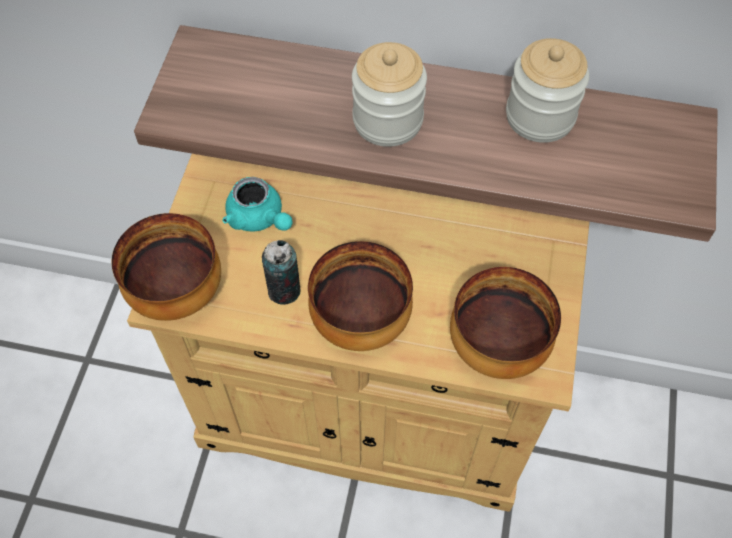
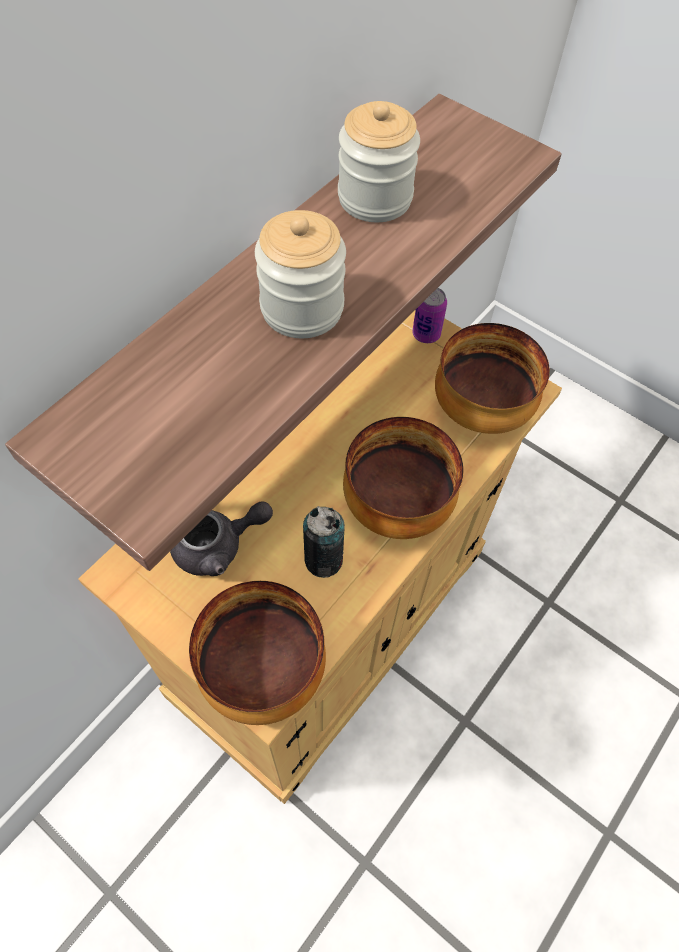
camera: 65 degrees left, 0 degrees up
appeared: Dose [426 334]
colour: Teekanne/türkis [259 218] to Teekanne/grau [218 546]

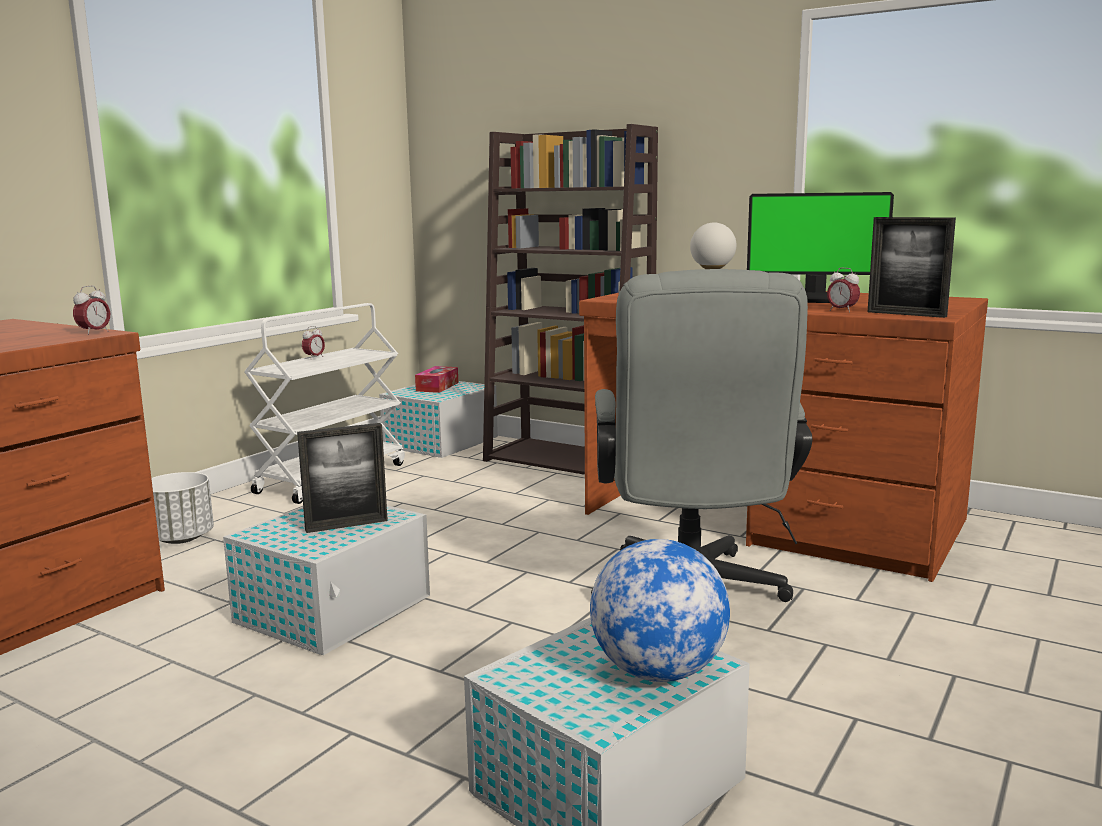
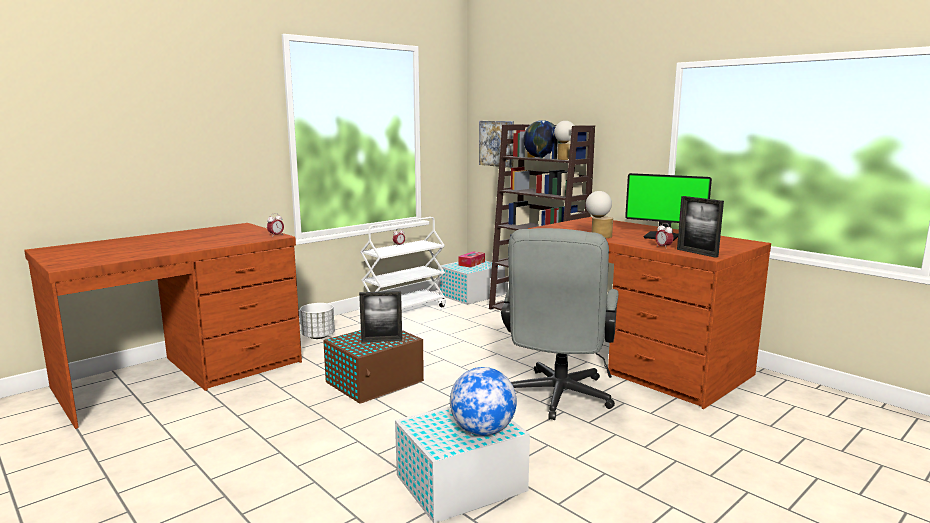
camera: 15 degrees right, 0 degrees up
appeared: Bild [497 143]; Globus [541 157]; Tischlampe [564 159]
colour: Aufbewahrungsbox/weiß [336 609] to Aufbewahrungsbox/braun [376 381]

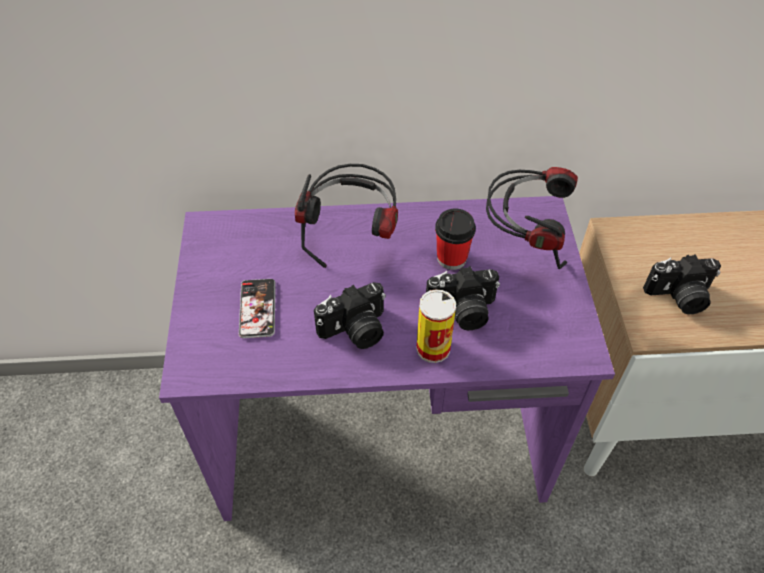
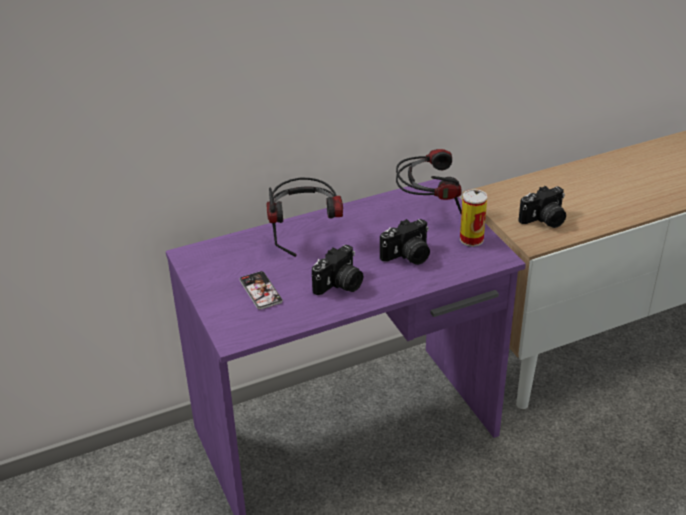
camera: 20 degrees left, 15 degrees down
missing: Tasse [451 258]
relocated: Dose [433 348] to [471 239]

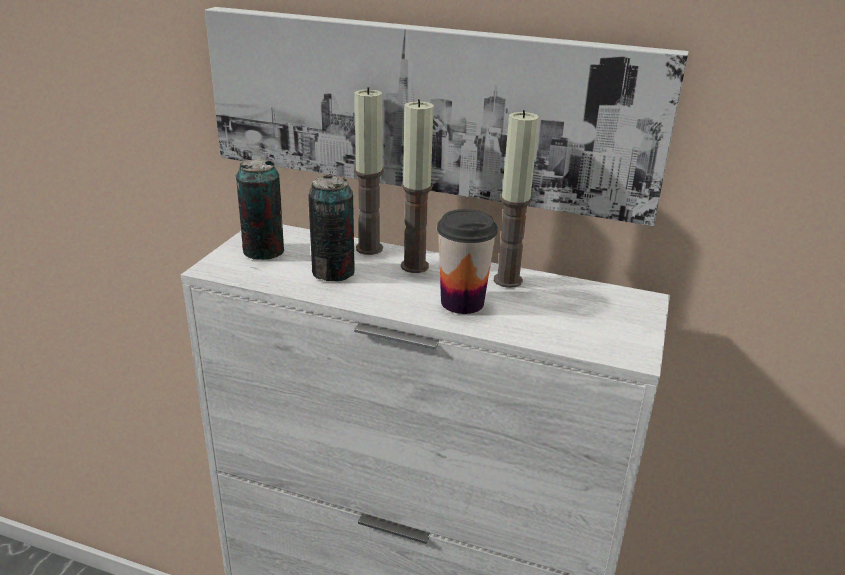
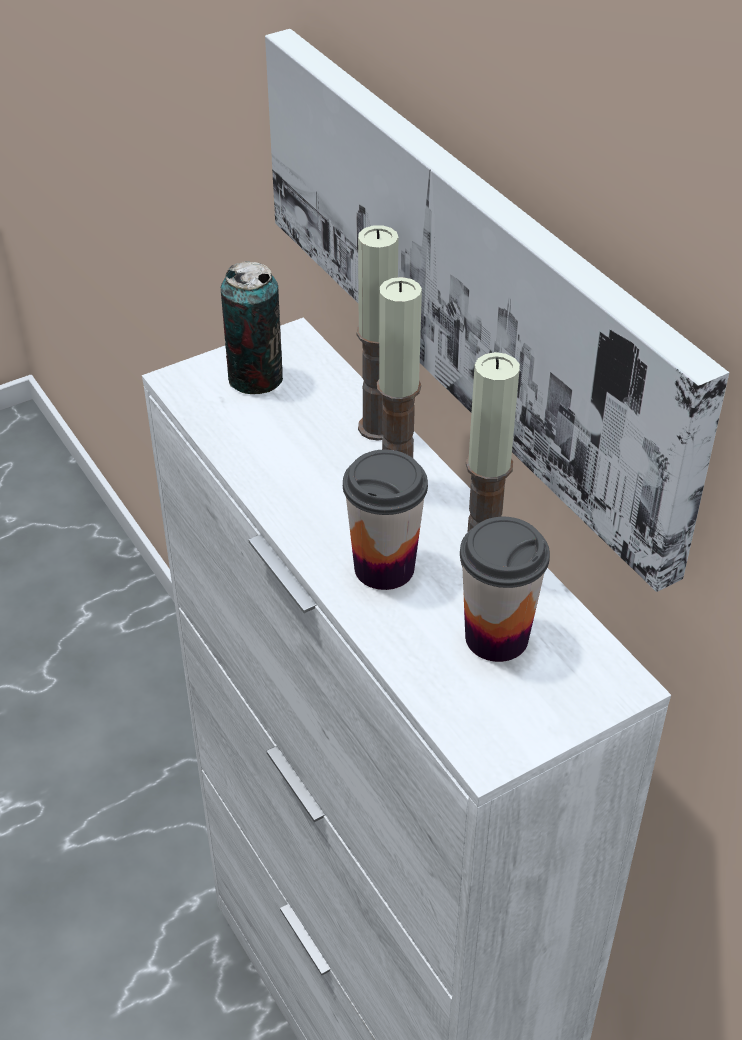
camera: 40 degrees right, 15 degrees up
missing: Dose [333 272]
appeared: Tasse [496 637]

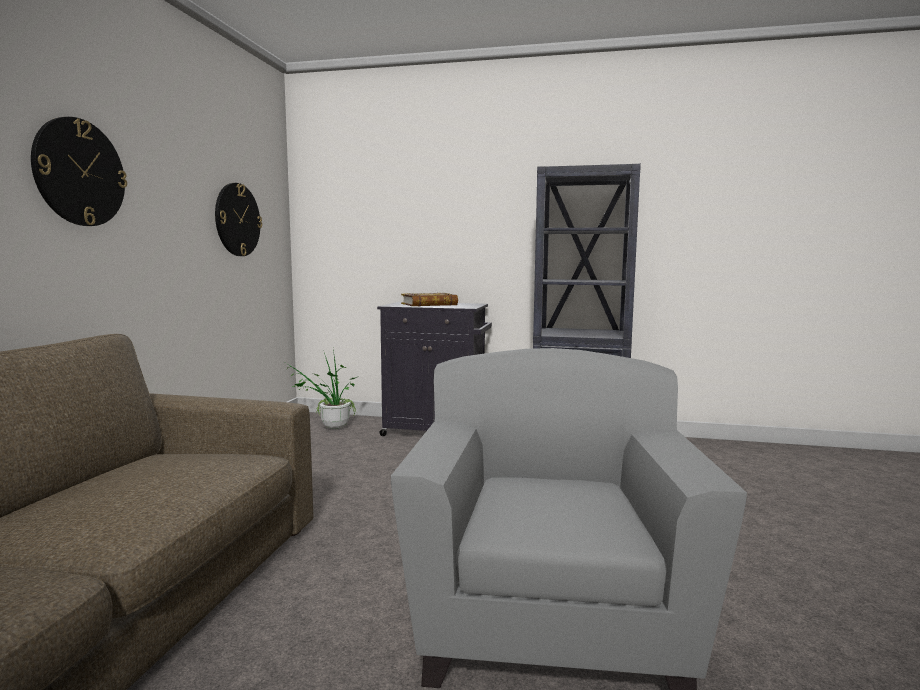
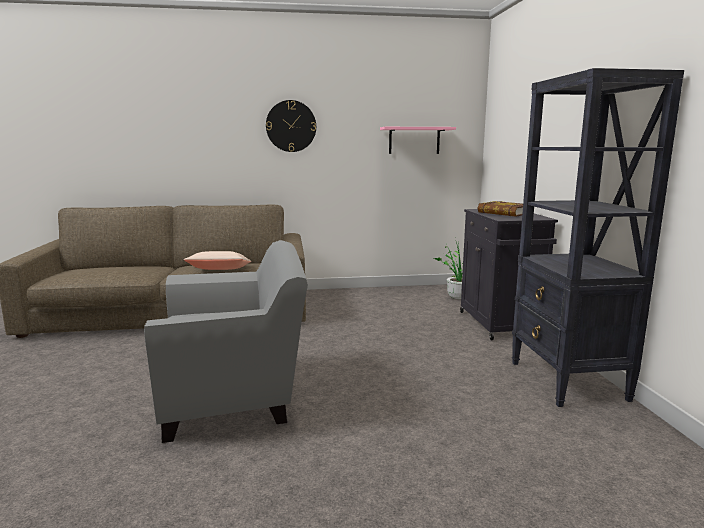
camera: 70 degrees right, 5 degrees up
appeared: Kissen/beige [220 271]
exchanged: Wanduhr [237 220] to Wandregal/rosa [414 140]

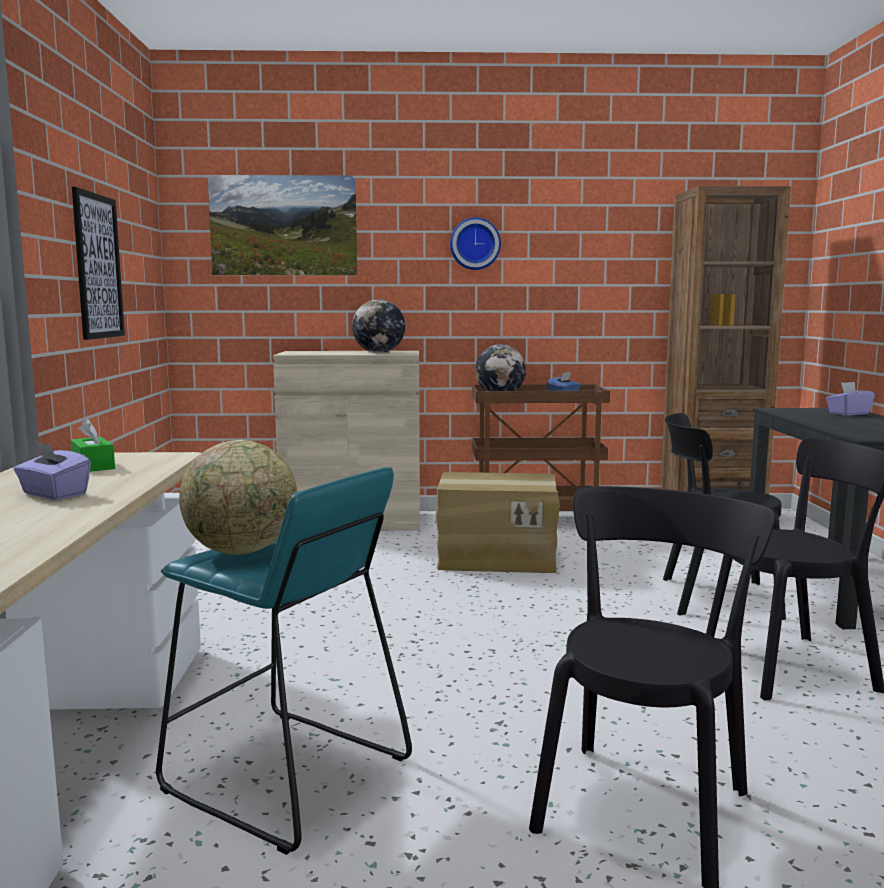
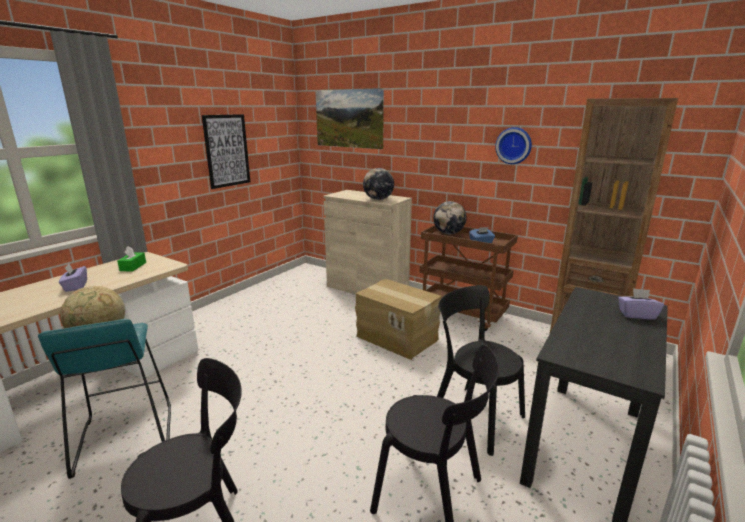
camera: 35 degrees right, 10 degrees up
relocated: Wanduhr [475 244] to [514 145]

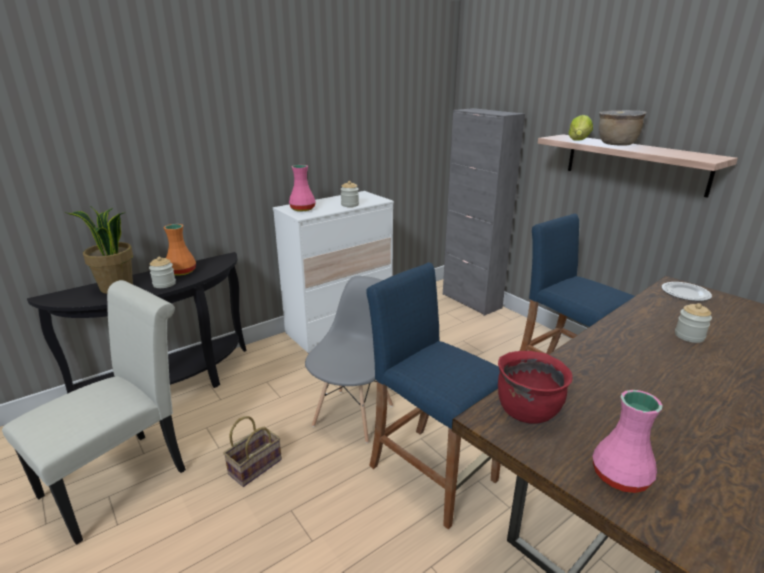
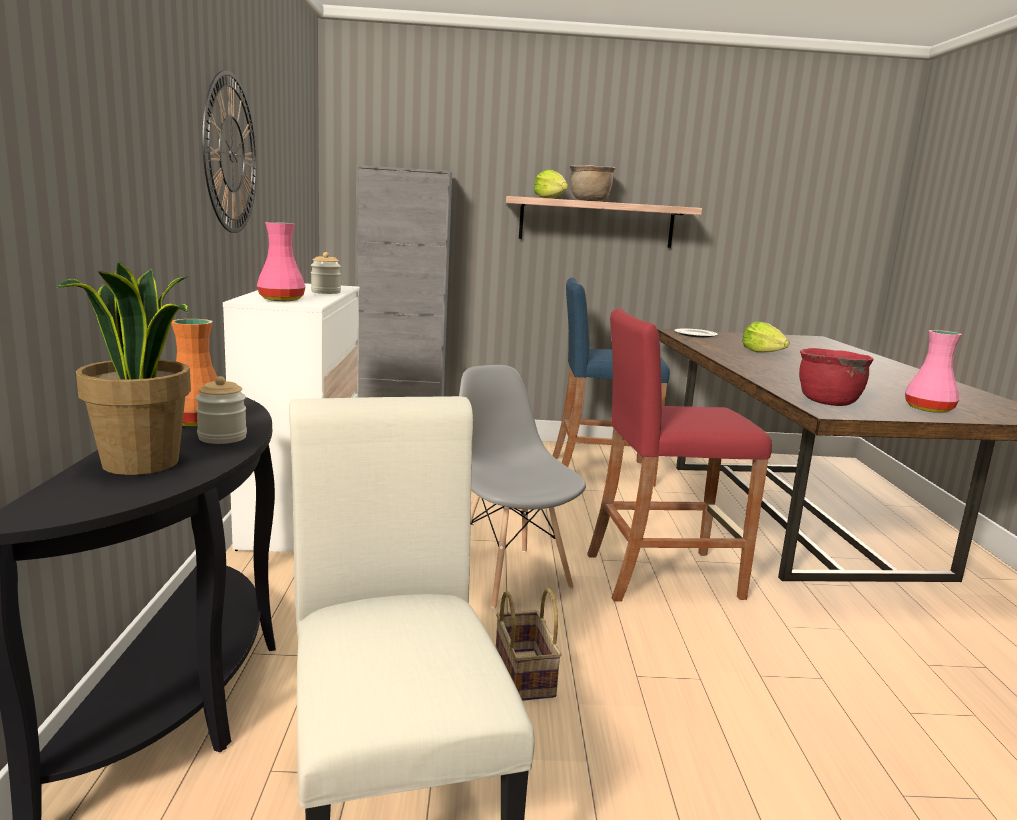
camera: 55 degrees left, 10 degrees down
appeared: Wanduhr [231 154]
exchanged: Vorratsglas [689 336] to Salatkopf [762 352]
colour: Hocker/blau [433 473] to Hocker/rot [663 575]

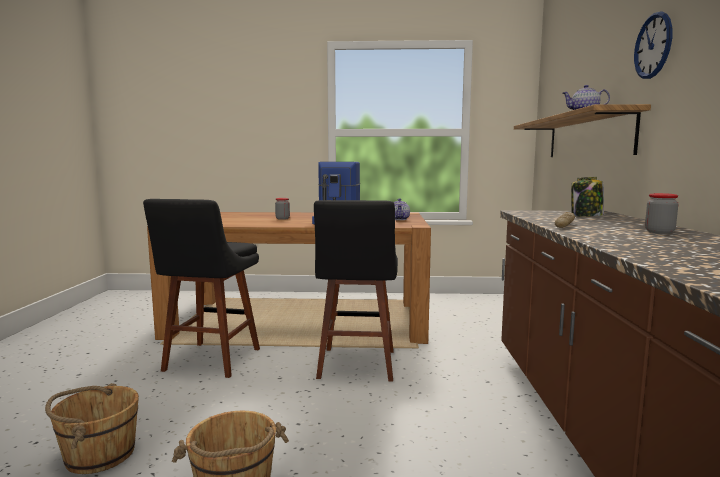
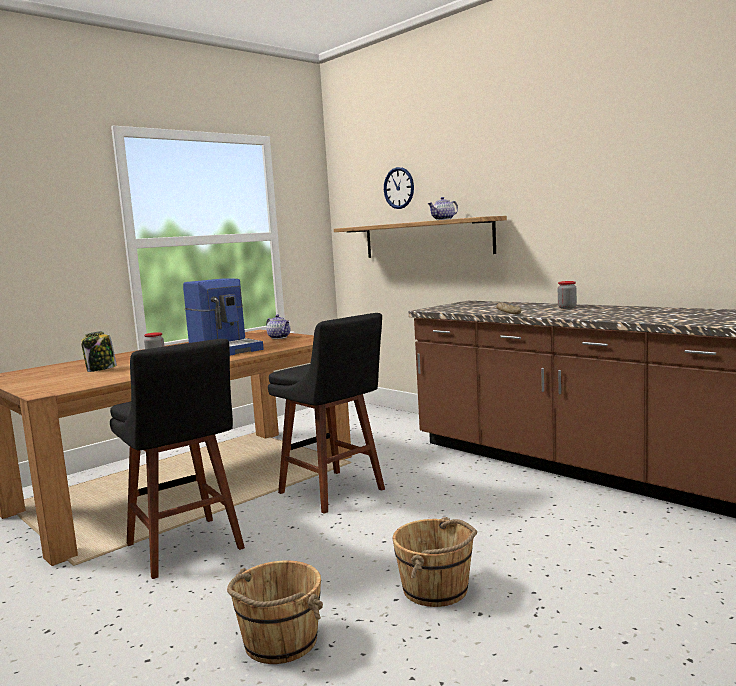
camera: 45 degrees left, 0 degrees up
relocated: Vorratsglas [586 216] to [101 369]; Wanduhr [653 46] to [399 188]

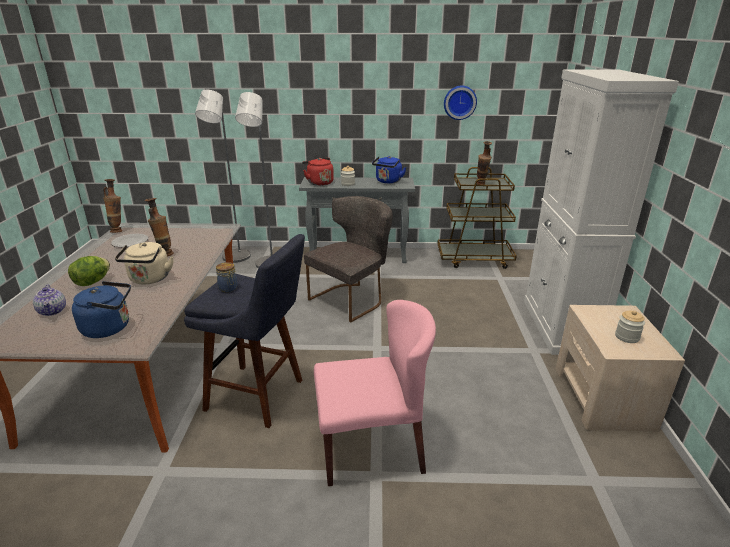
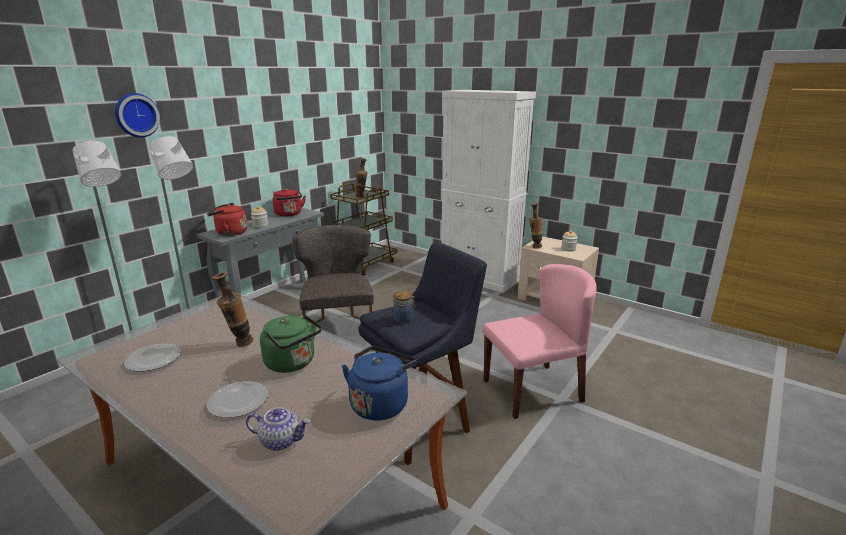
camera: 55 degrees left, 5 degrees down
relocated: Wanduhr [459 102] to [136 115]; Vase [118 231] to [534 246]
exchanged: Salatkopf [92 282] to Teller [237 402]
colour: Wasserkessel/beige [149 279] to Wasserkessel/grün [292 363]; Wasserkessel/blau [388 181] to Wasserkessel/rot [289 214]
spun: Stuhl/rosa [371 447] = [533 390] 45 degrees clockwise

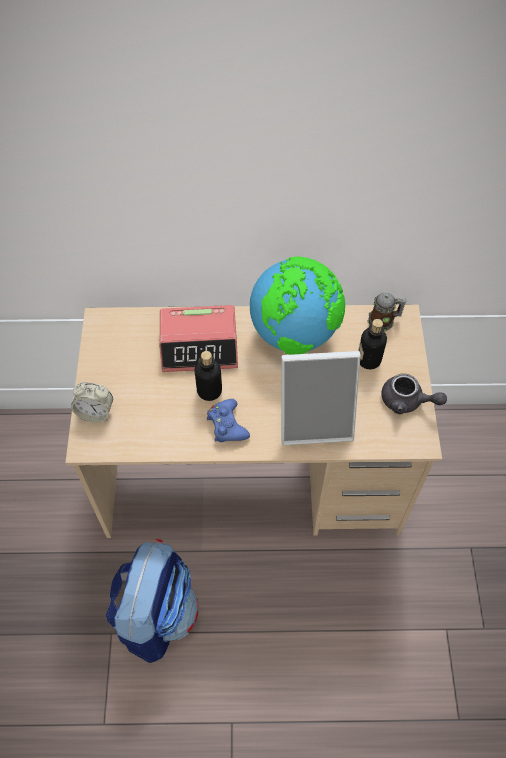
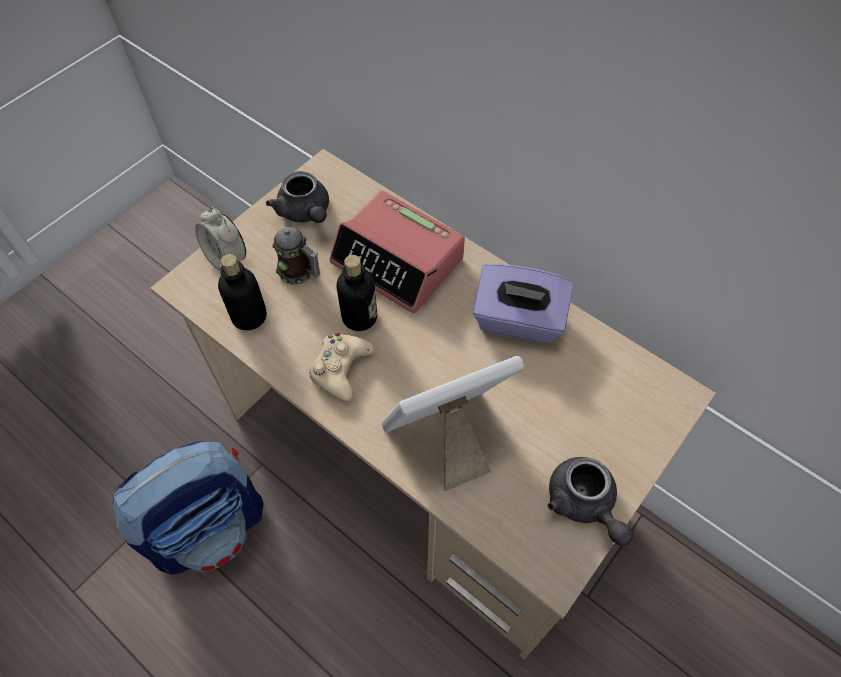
camera: 40 degrees right, 0 degrees up
appeared: Teekanne/grau [305 213]
relocated: Flasche [369 360] to [249 316]; Henkelbecher [384 321] to [300 273]
exchanged: Globus [295 333] to Taschentuchbox/lila [518 321]
colour: Gamepad/blau [227 425] to Gamepad/beige [340 369]
spun: Bilderrahmen [315 420] = [445 439] 120 degrees clockwise

